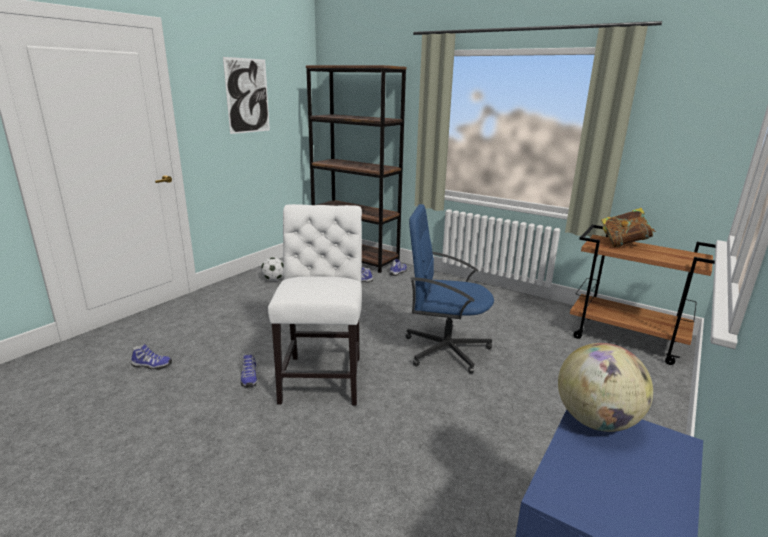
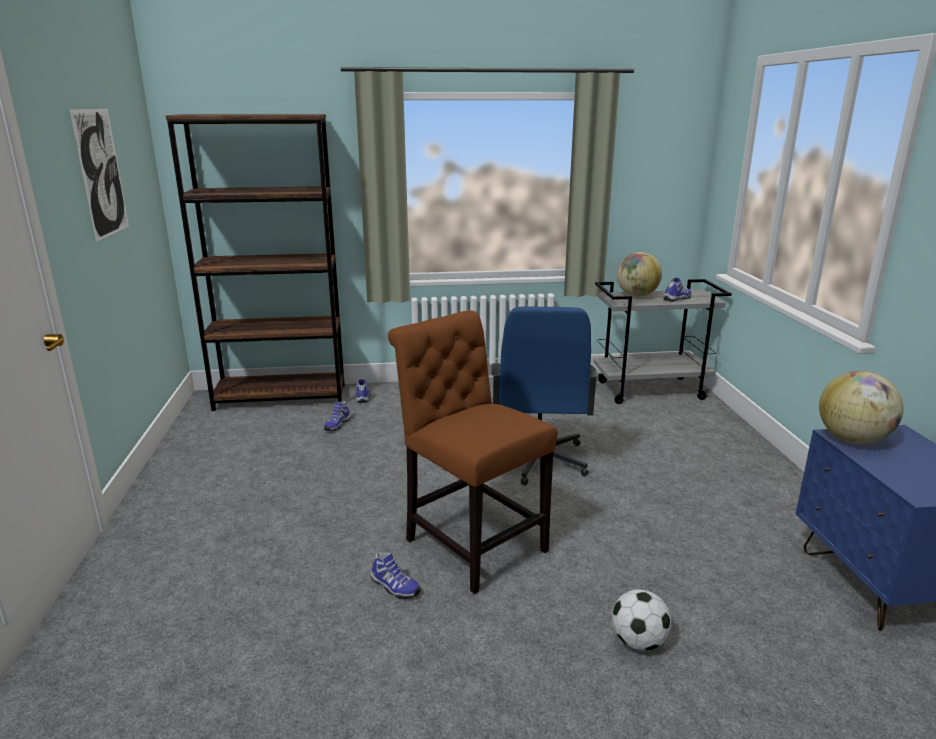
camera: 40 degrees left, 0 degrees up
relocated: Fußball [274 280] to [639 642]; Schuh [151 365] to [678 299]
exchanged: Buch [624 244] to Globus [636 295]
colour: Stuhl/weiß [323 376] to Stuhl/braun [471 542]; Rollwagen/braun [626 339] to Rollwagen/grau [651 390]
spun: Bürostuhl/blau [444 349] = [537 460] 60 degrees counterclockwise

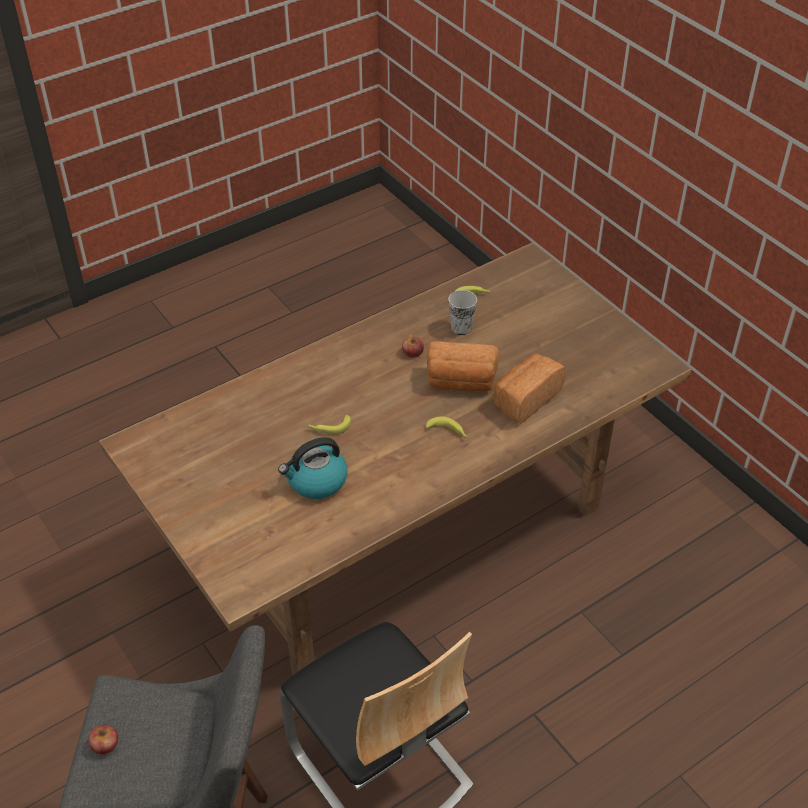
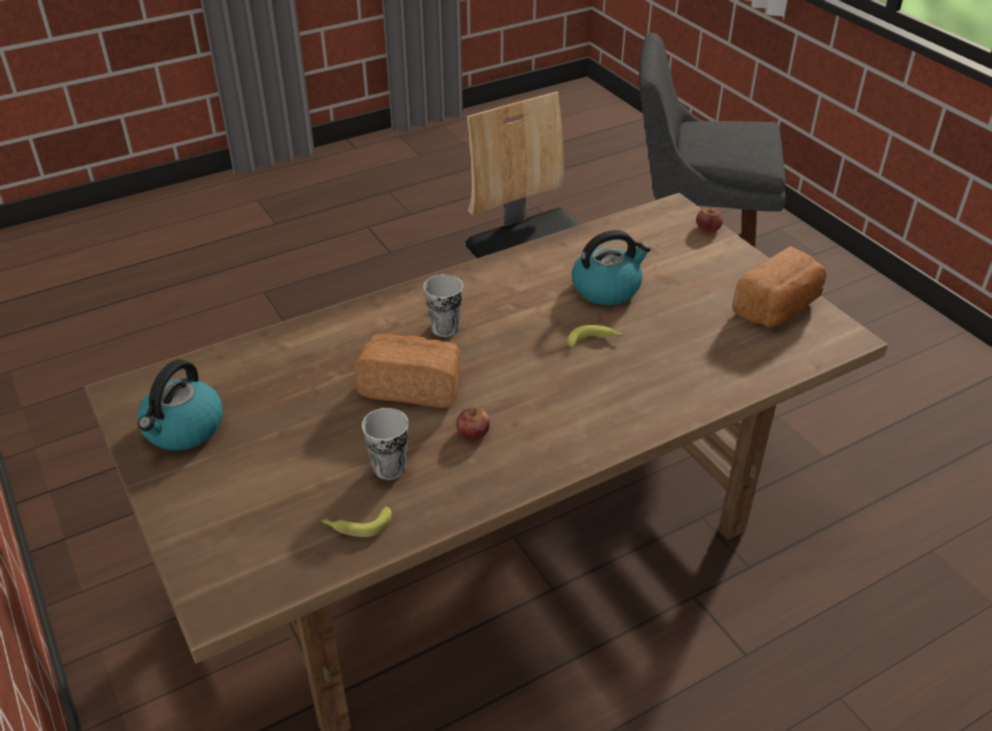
camera: 175 degrees left, 5 degrees down
appeared: Wasserkessel [183 429]
relocated: Apfel [105 744] to [708 228]; Brot [525 399] to [778 308]
exchanged: Banane [448 432] to Tasse [445 328]

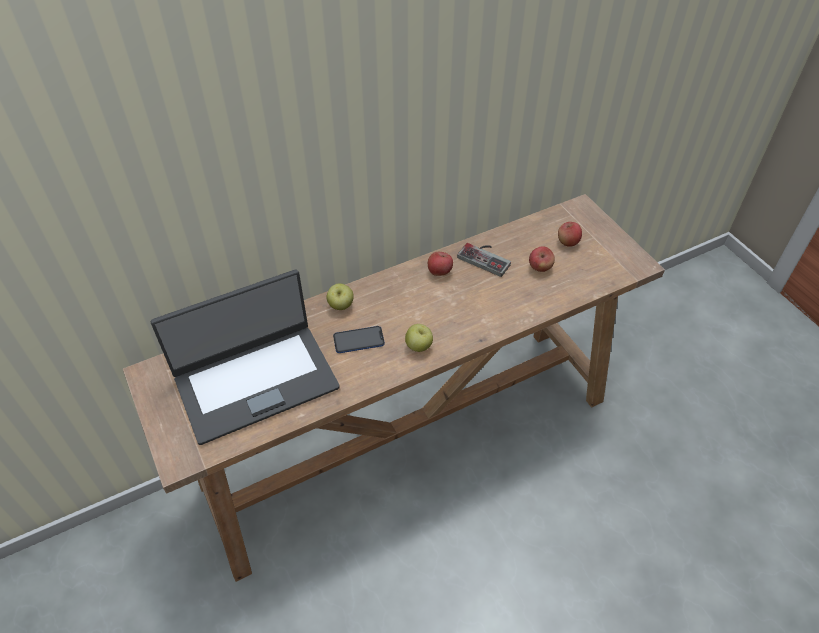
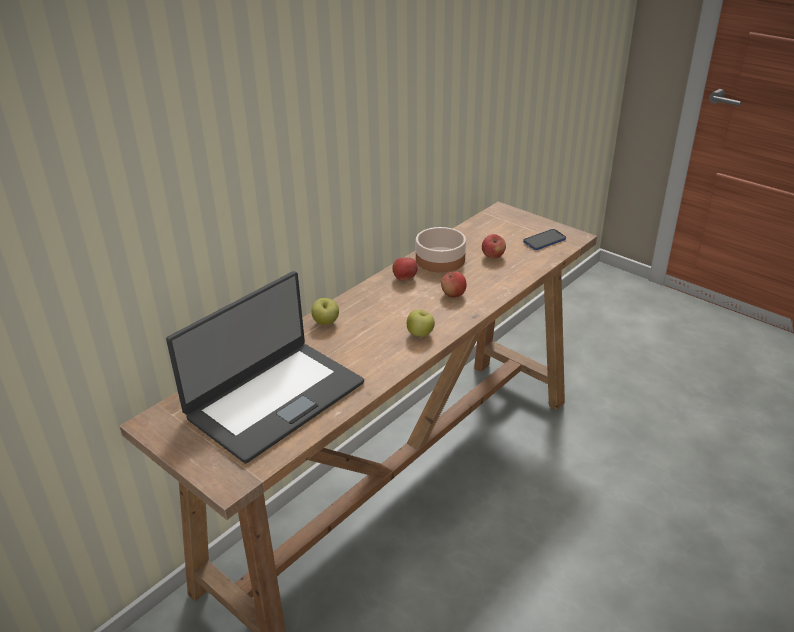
camera: 20 degrees left, 15 degrees down
relocated: Apfel [568 242] to [453 294]; Handy [358 340] to [544 240]
exchanged: Gamepad [486 257] to Schüssel [441 259]

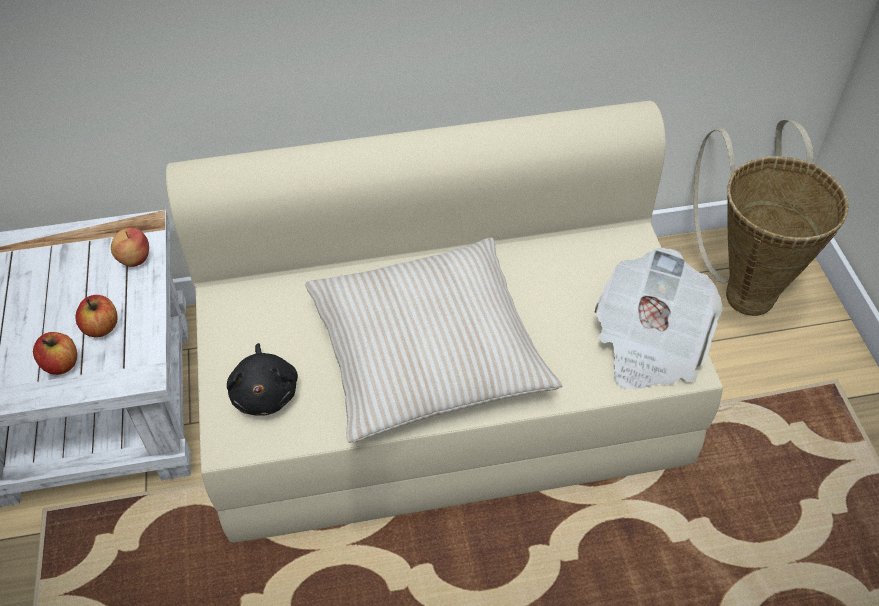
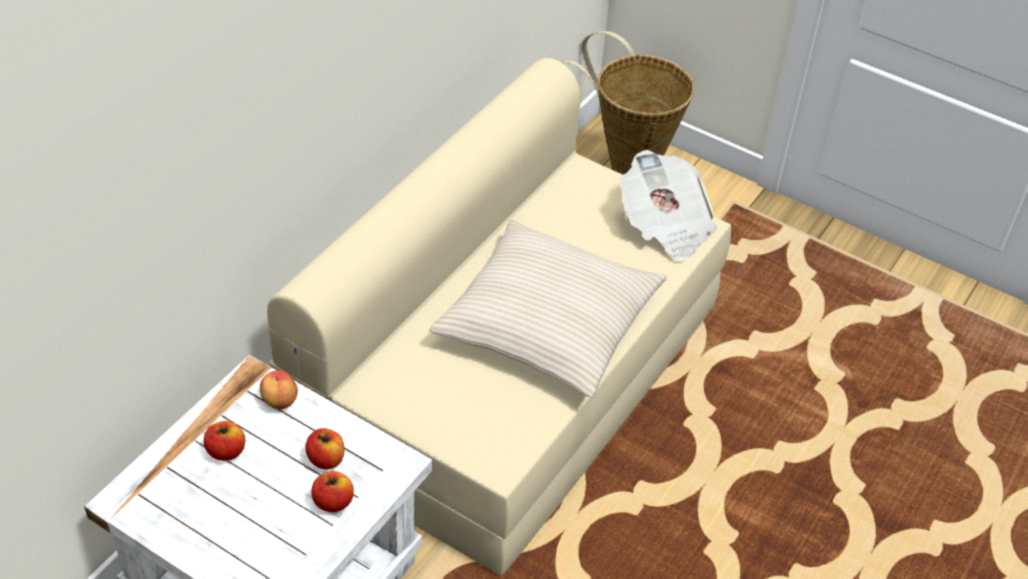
camera: 50 degrees left, 5 degrees down
missing: Plüschtier/schwarz [265 392]
appeared: Apfel [226 451]

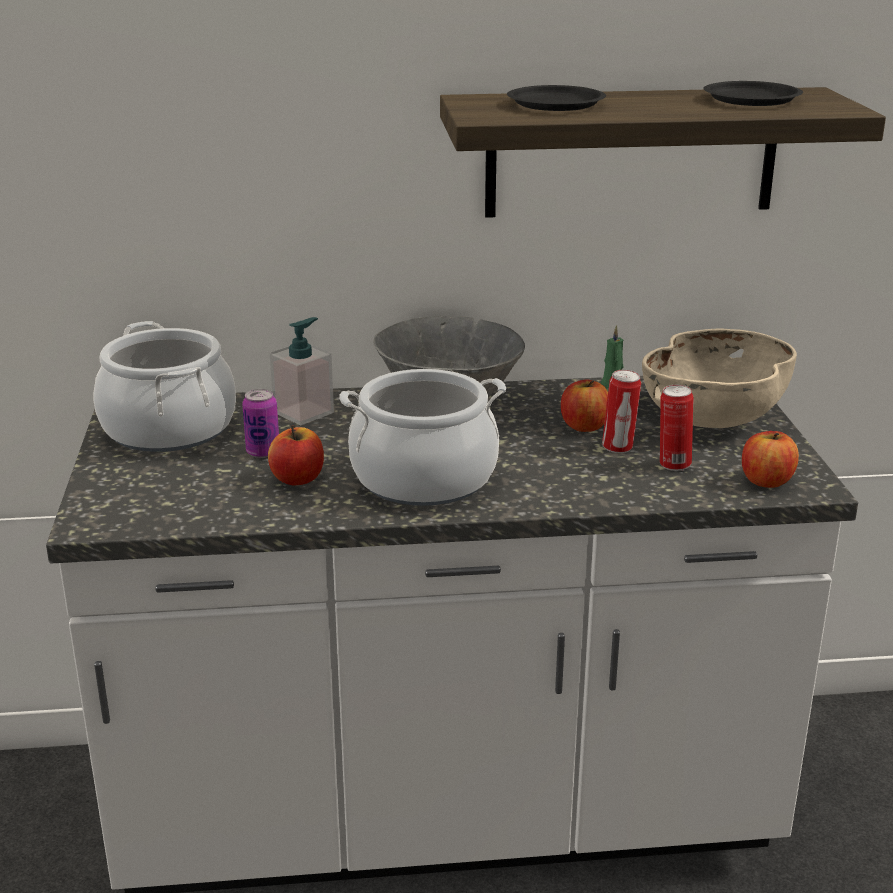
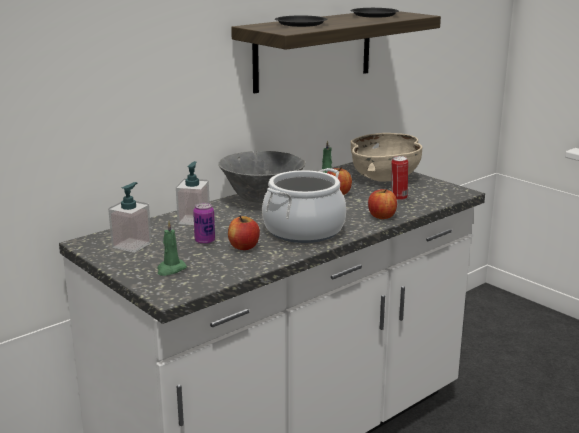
camera: 35 degrees left, 5 degrees down
missing: Dose [619 448]
appeared: Kerze/grün [170 269]
relocated: Apfel [766 481] to [382 216]
exchanged: Kochtopf [168 429] to Seifenspender [132 245]

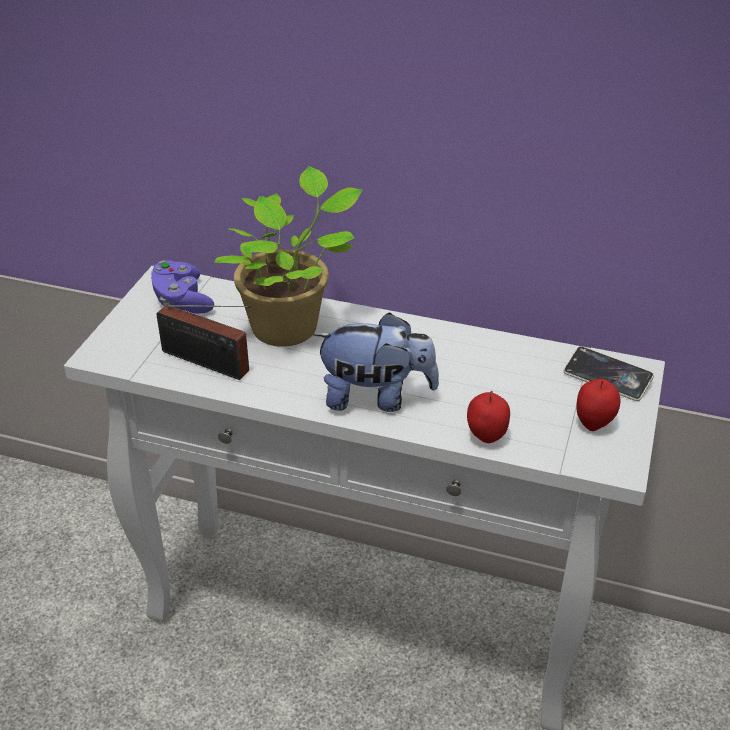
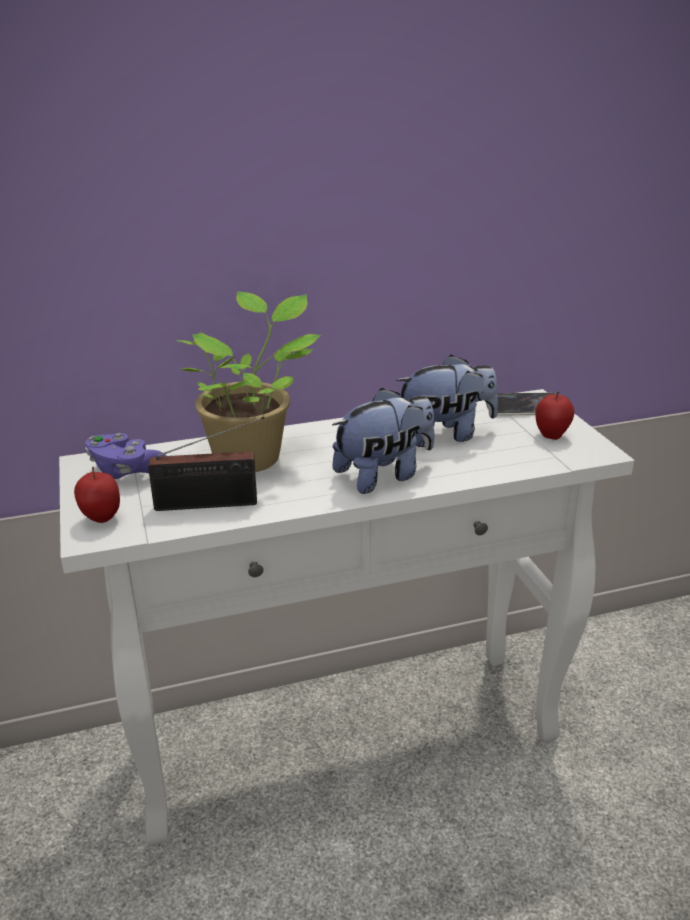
camera: 35 degrees left, 10 degrees down
appeared: Plüschtier [445 435]
relocated: Apfel [486 437] to [101 519]

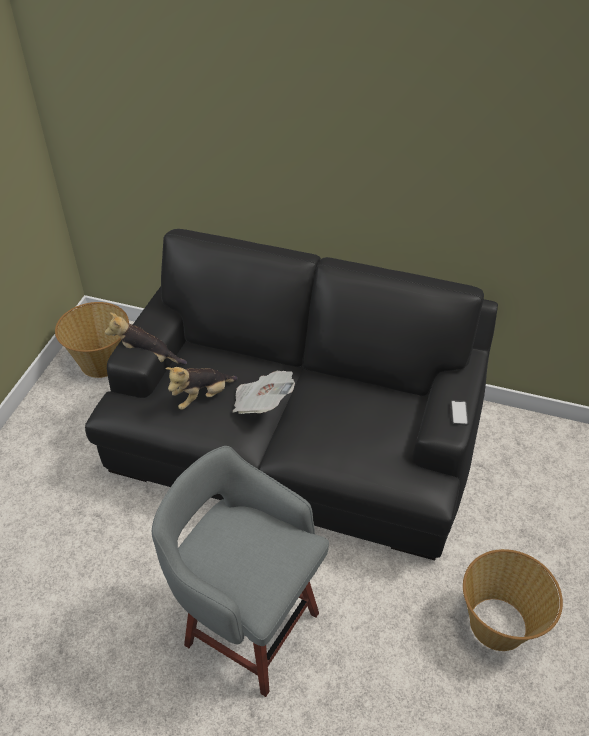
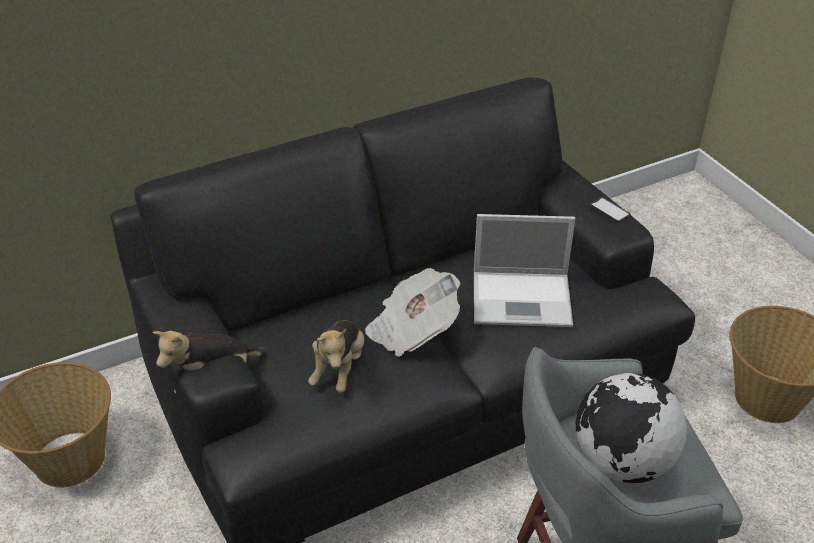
camera: 45 degrees left, 5 degrees down
appeared: Laptop [523 299]; Globus [622 462]

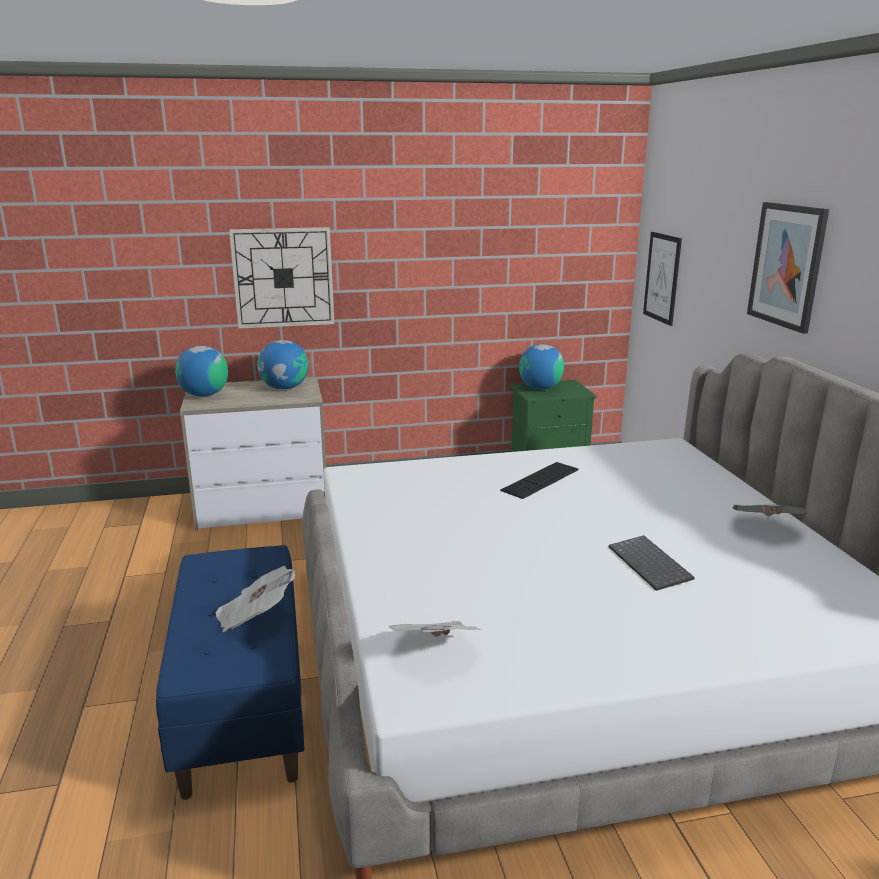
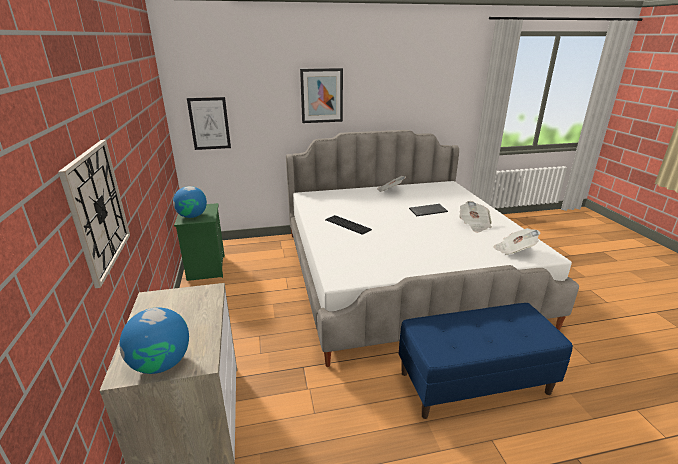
camera: 90 degrees left, 5 degrees up
missing: Globus [284 388]
relocated: Zeitung [255 617] to [474 225]

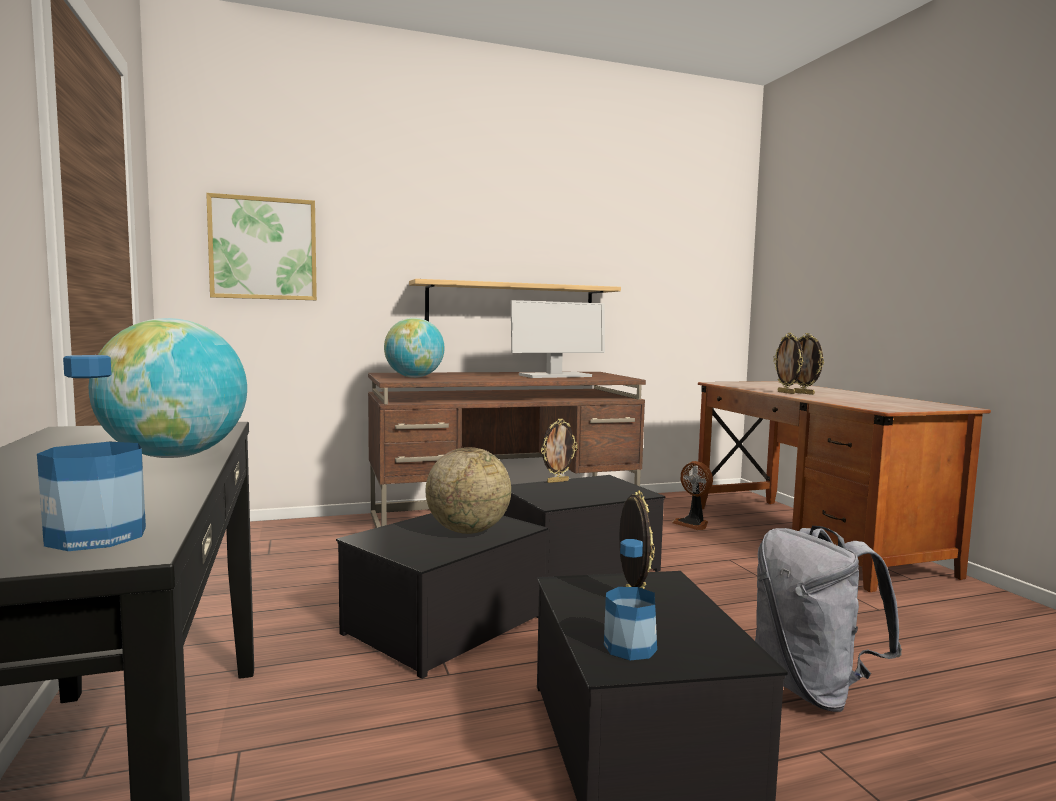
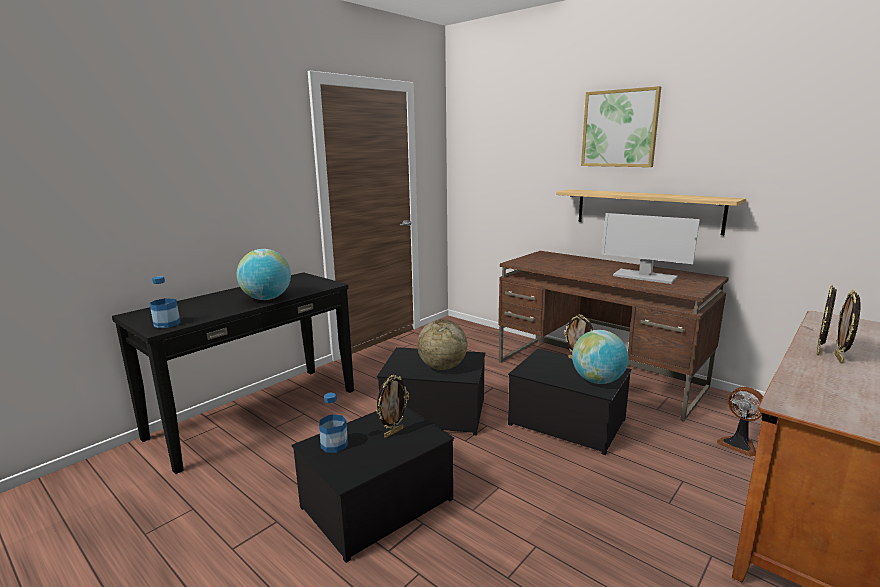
camera: 60 degrees right, 10 degrees up
missing: Rucksack/grau [812 689]
relocated: Globus [414 377] to [597 381]; Bild [263 248] to [619 128]
spun: Ventilator [693 524] = [739 444] 60 degrees counterclockwise

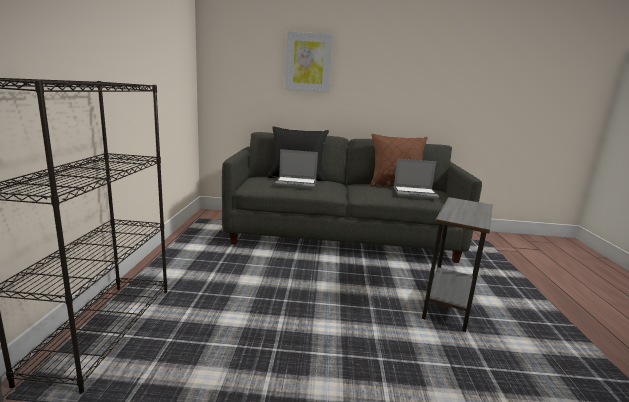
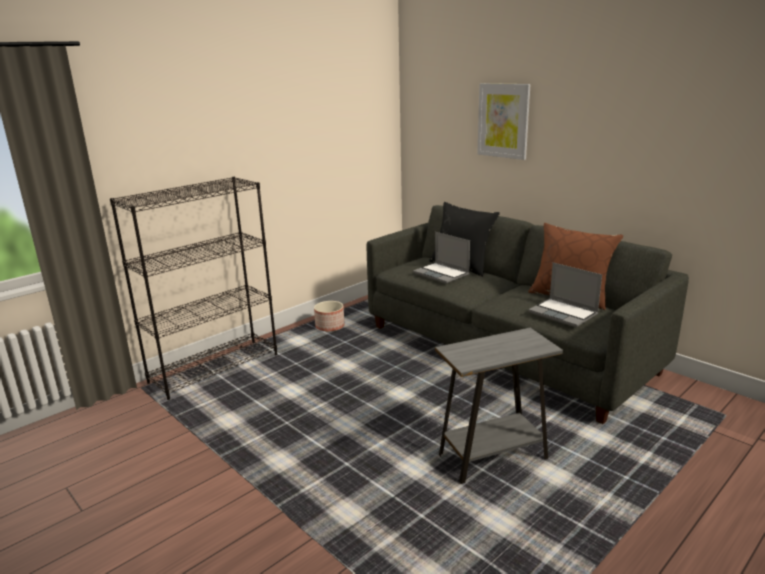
camera: 45 degrees right, 5 degrees up
appeared: Pflanzkübel [330 326]

